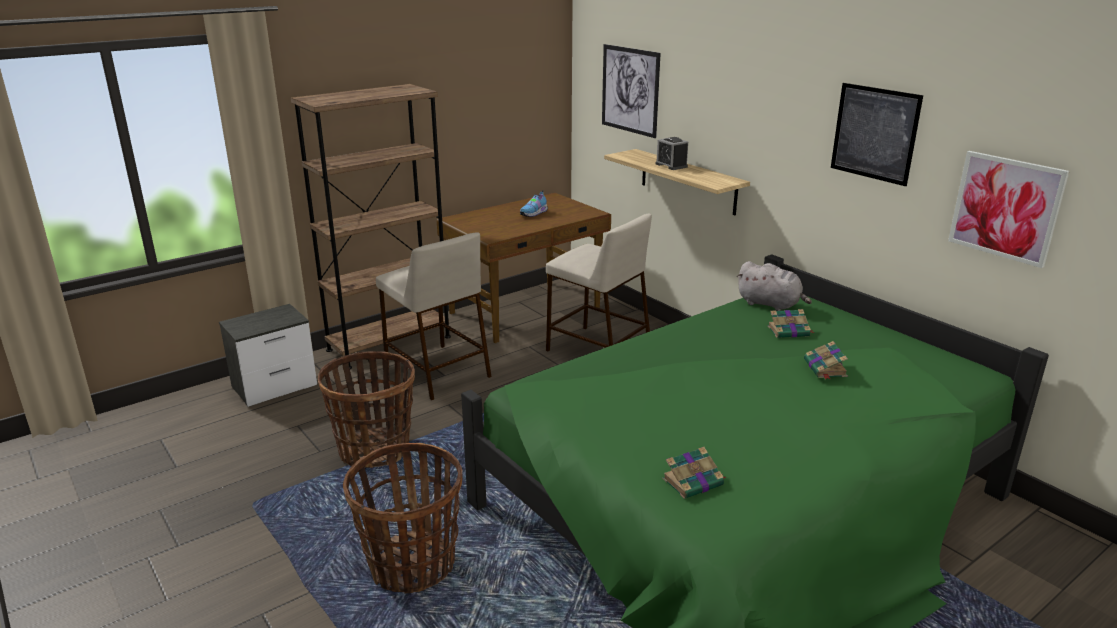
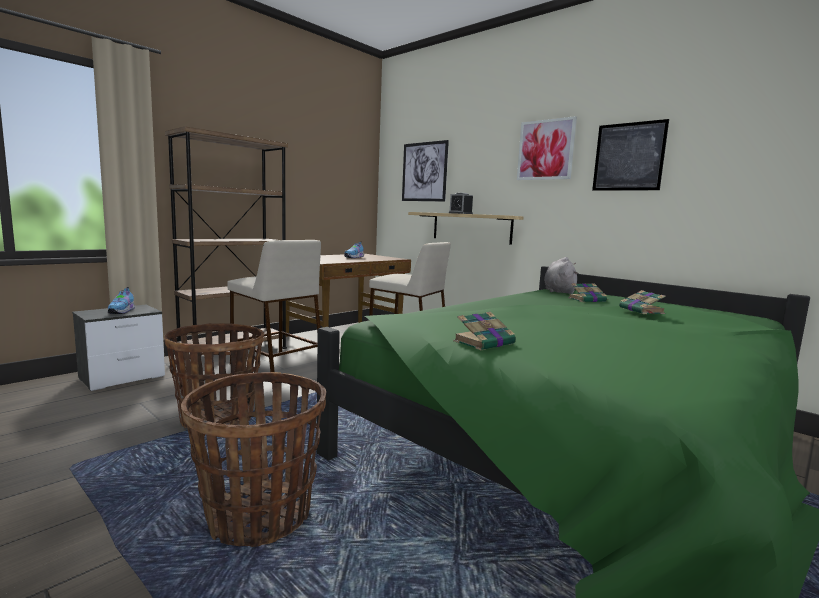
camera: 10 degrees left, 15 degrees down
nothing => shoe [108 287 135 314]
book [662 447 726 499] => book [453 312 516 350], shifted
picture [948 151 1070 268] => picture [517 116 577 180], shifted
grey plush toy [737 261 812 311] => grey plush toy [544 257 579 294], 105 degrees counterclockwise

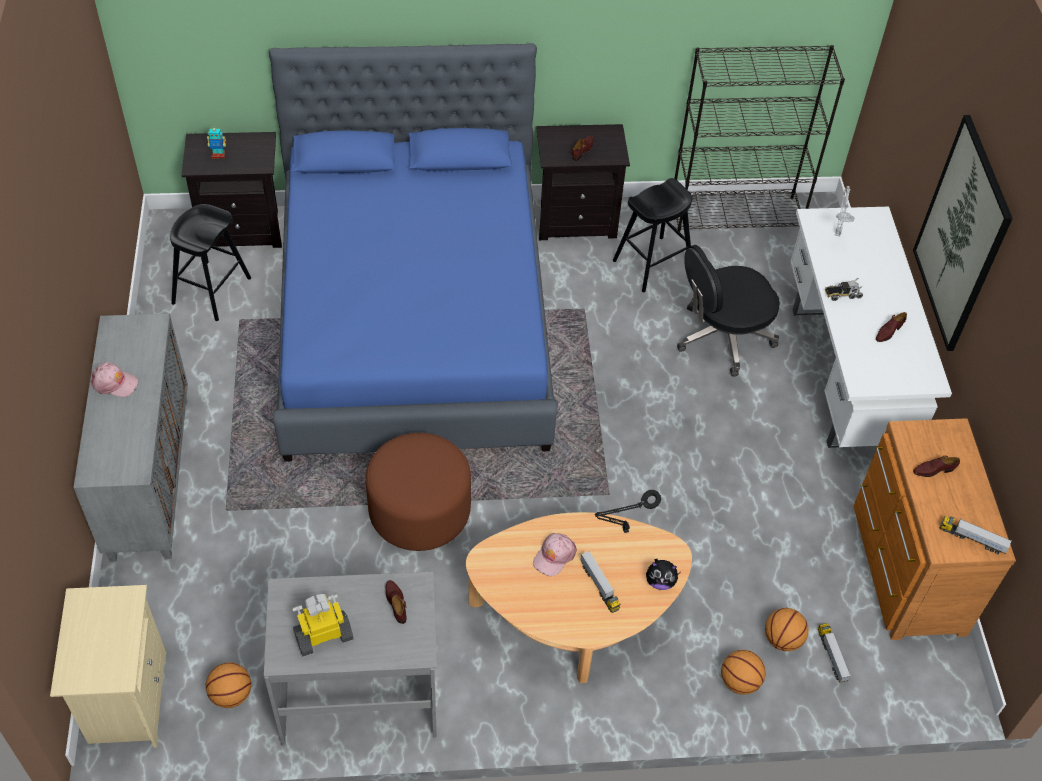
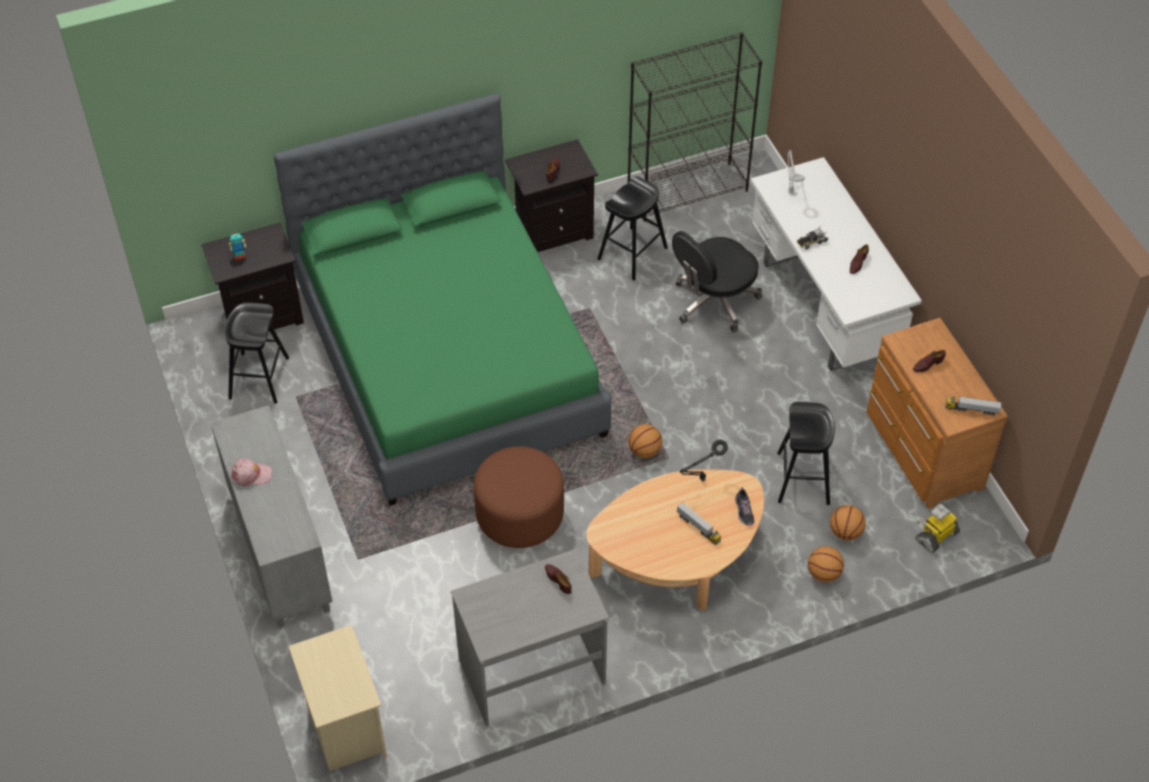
camera: 15 degrees left, 0 degrees up
blue bed [269 43 558 462] => green bed [274 93 612 506]
basketball [206 662 251 708] => basketball [628 424 662 458], shifted
plush toy [646 558 680 590] => shoe [735 487 754 526]
nothing => black stool [777 402 835 505]
toy robot [292 593 354 656] => toy robot [916 504 960 553], shifted
pink cap [533 533 577 576] => nothing
toy truck [818 623 851 682] => nothing
picture [913 115 1013 351] => nothing

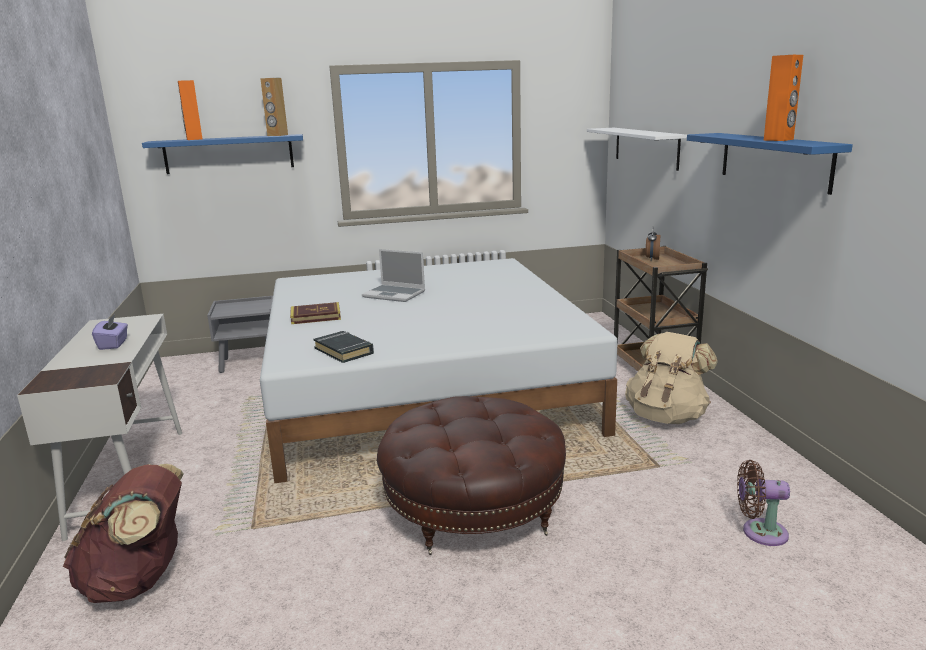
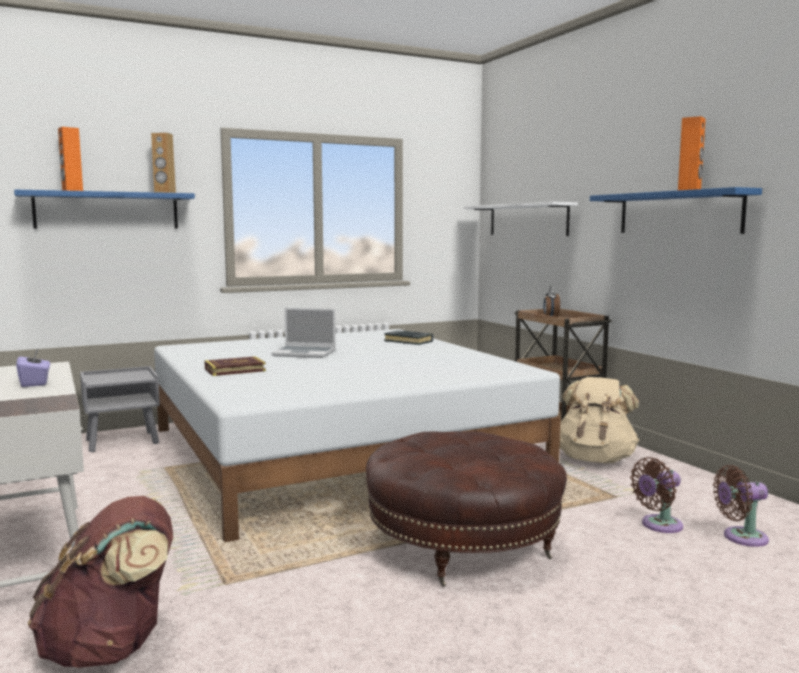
camera: 15 degrees left, 10 degrees down
black book [314 331 374 363] => black book [384 330 433 345], shifted
nothing => brown fan [630 457 683 533]

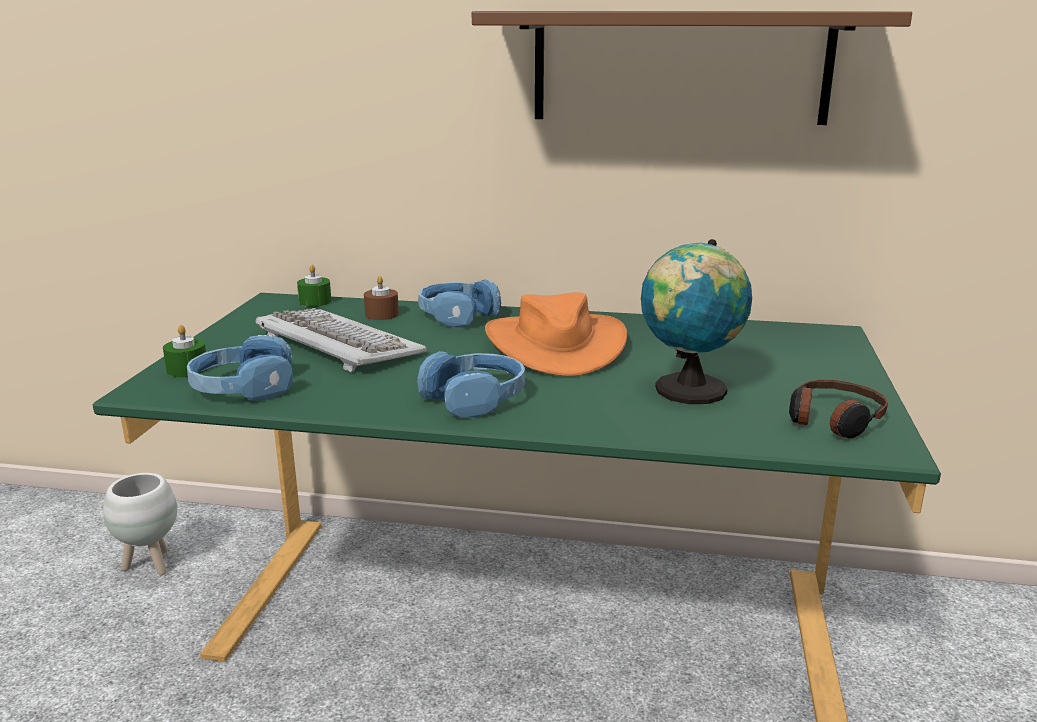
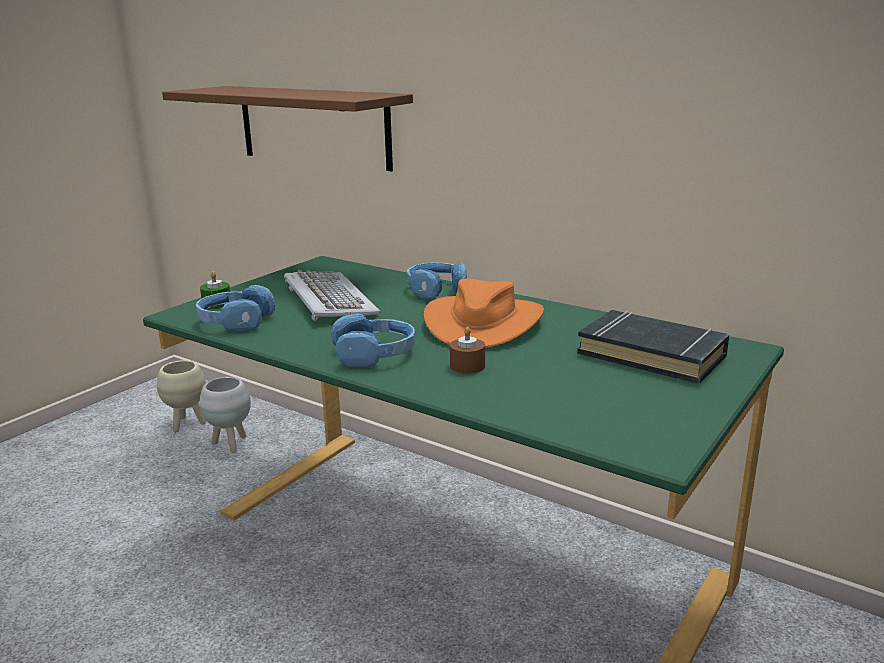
camera: 25 degrees right, 0 degrees up
nothing => beige planter [157 360 206 432]
brown shelf [472 11 912 125] => brown shelf [162 86 413 171], shifted
brown candle [364 276 399 320] => brown candle [450 327 485 374], shifted
nothing => black book [577 310 730 384]
green candle [297 265 332 307] => nothing
globe [641 239 752 404] => nothing
headphones [789 379 888 438] => nothing

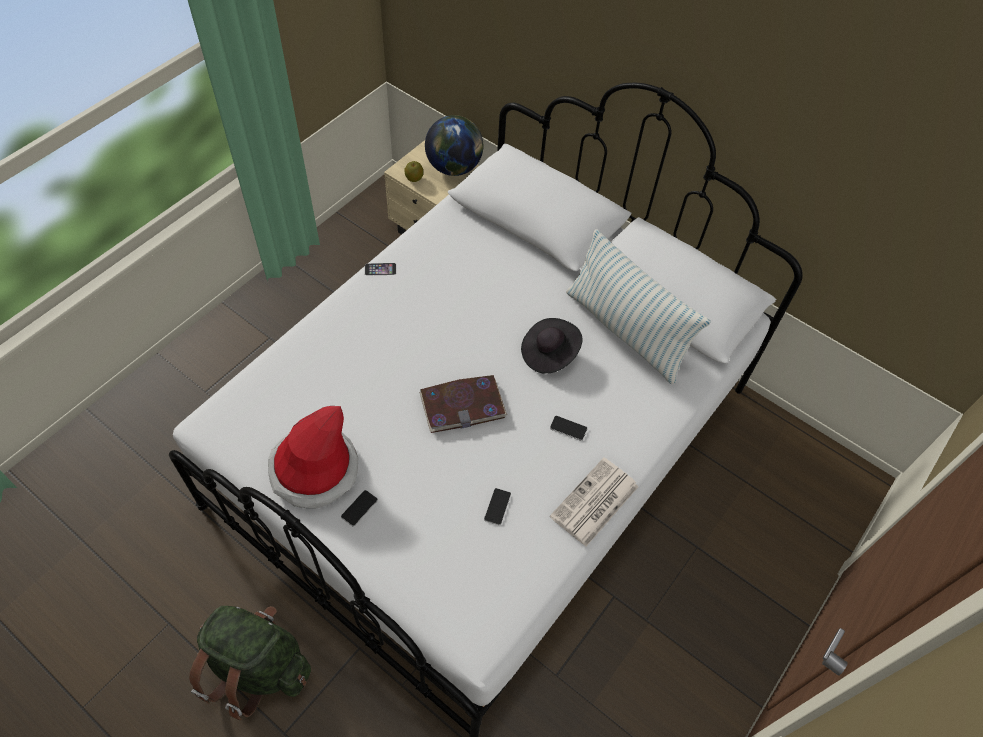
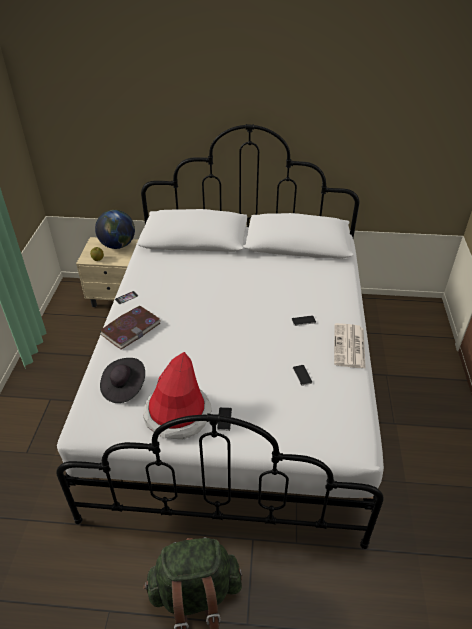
camera: 30 degrees left, 15 degrees down
book [419 375 507 433] => book [100 306 161 350], shifted
black hat [521 318 583 374] => black hat [100 358 145 403], shifted
pillow [566 229 711 384] => nothing

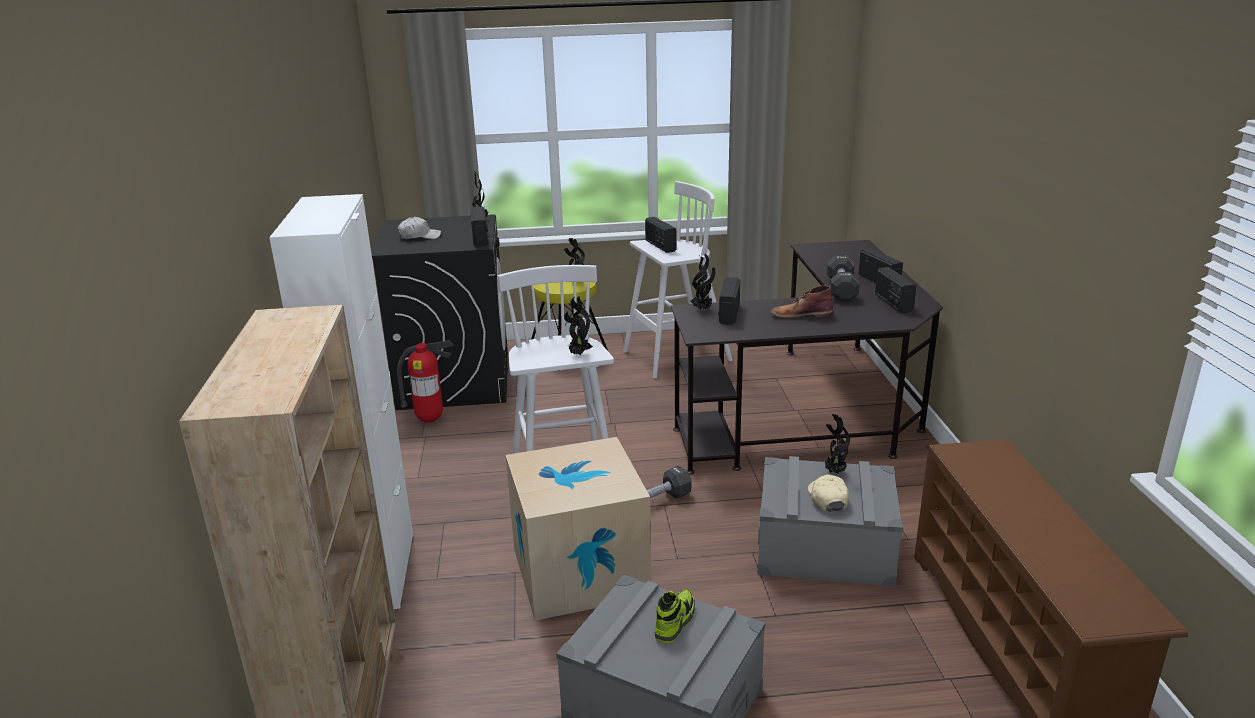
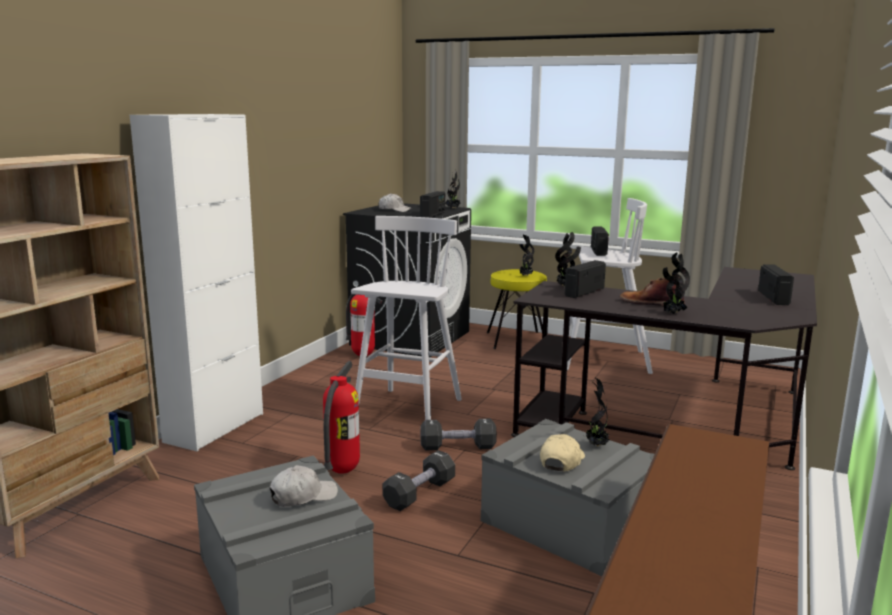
camera: 30 degrees right, 10 degrees down
shoe [655 589 695 643] => white cap [269 465 338 507]
cardboard box [506 437 652 621] => fire extinguisher [323 360 360 474]
black dumbbell [827 255 859 302] => black dumbbell [383 450 455 511], shifted
potted plant [564 297 593 355] => potted plant [663 252 690 314], shifted
radio [875 267 916 313] => nothing

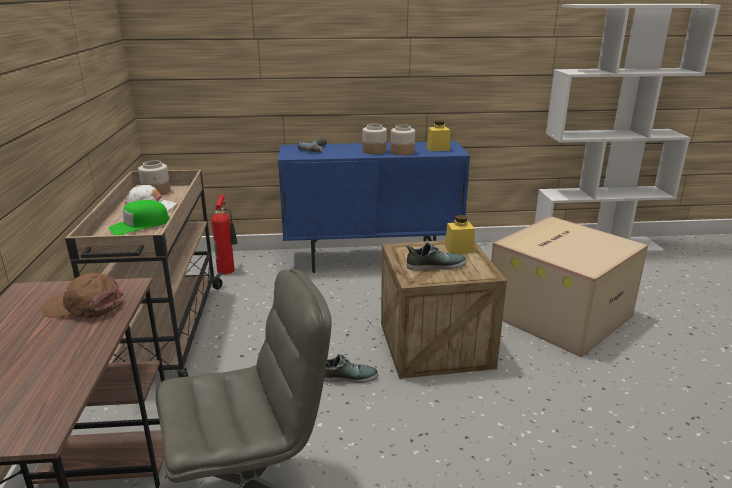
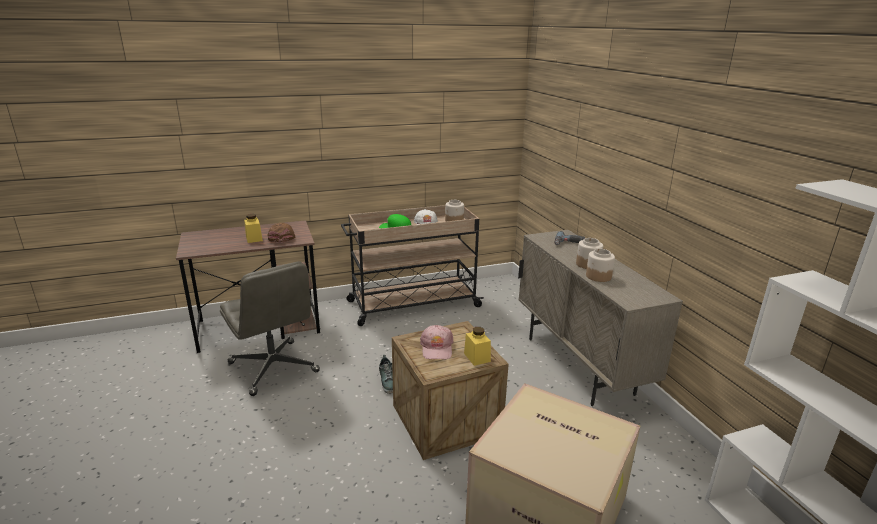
camera: 75 degrees right, 0 degrees up
yellow jar [427 120 450 151] => yellow jar [244 214 263 243], shifted
shoe [406 243 466 271] => pink cap [420 325 453 359]
blue cabinet [278 141 470 273] => beige cabinet [518 230 683 406]
fire extinguisher [211 195 237 275] => nothing

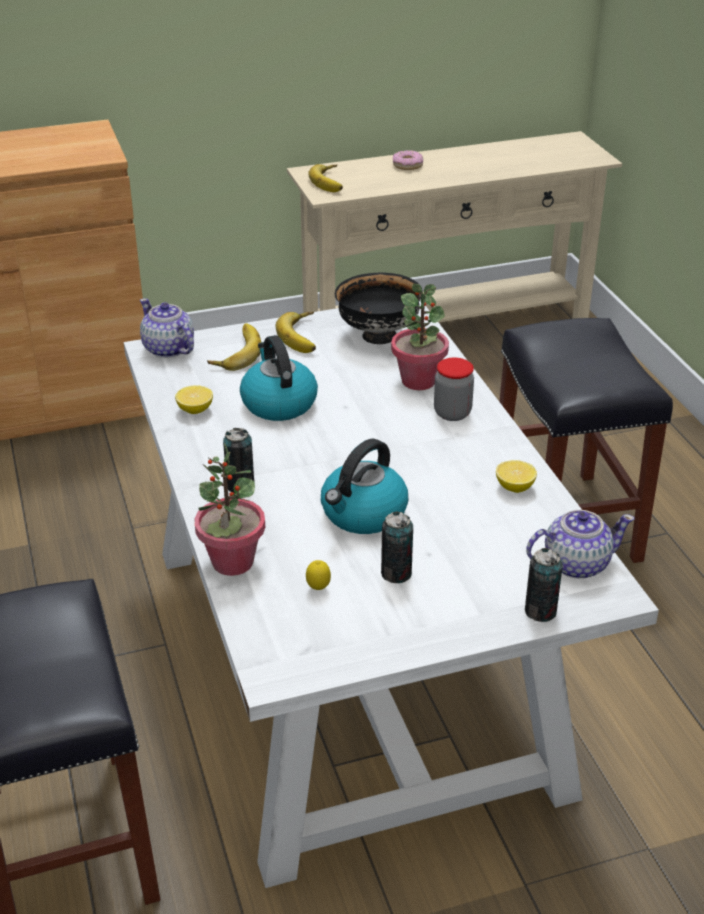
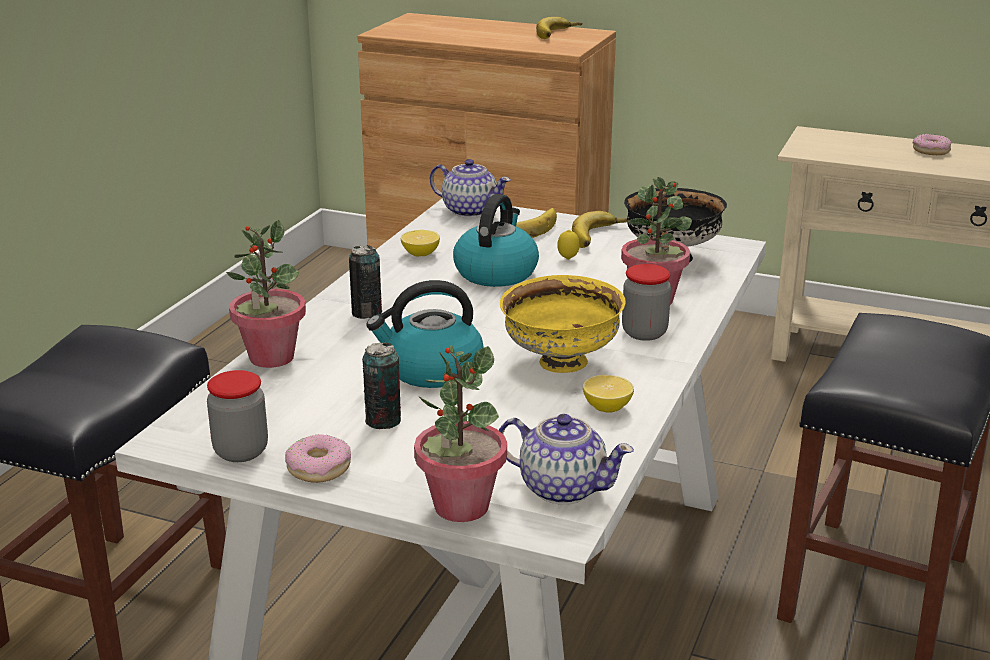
camera: 40 degrees right, 10 degrees down
nothing => jar [207 370 268 462]
nothing => donut [285 434 351 483]
can [525 548 563 622] => potted plant [414 345 507 522]
teapot [140 298 194 358] => teapot [430 159 511 218], 120 degrees clockwise
nothing => yellow bowl [500 275 626 373]
banana [308 164 343 192] => banana [536 17 582 39], shifted
lemon [306 560 331 590] => lemon [557 230 580 260], shifted

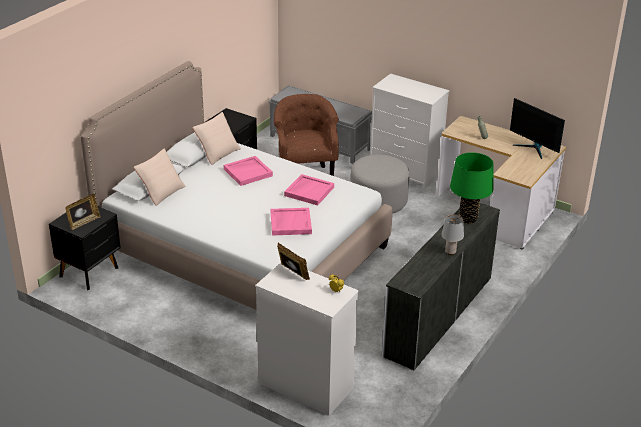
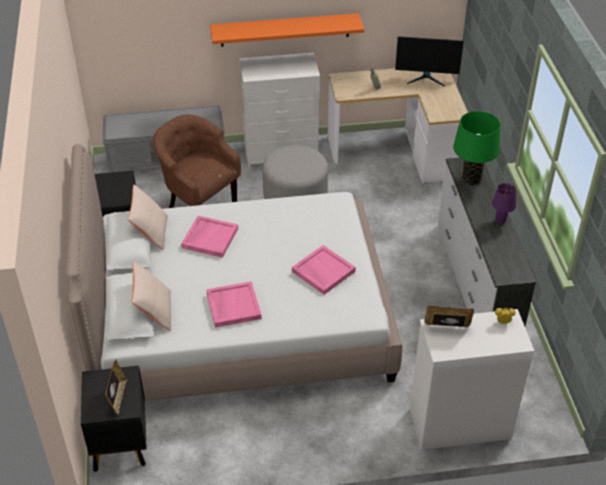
camera: 40 degrees left, 10 degrees up
pink tray [284 174 334 206] => pink tray [206 281 262 328], shifted
nothing => orange shelf [210 13 364 47]
grey table lamp [441 214 464 255] => purple table lamp [492 183 517 225]

